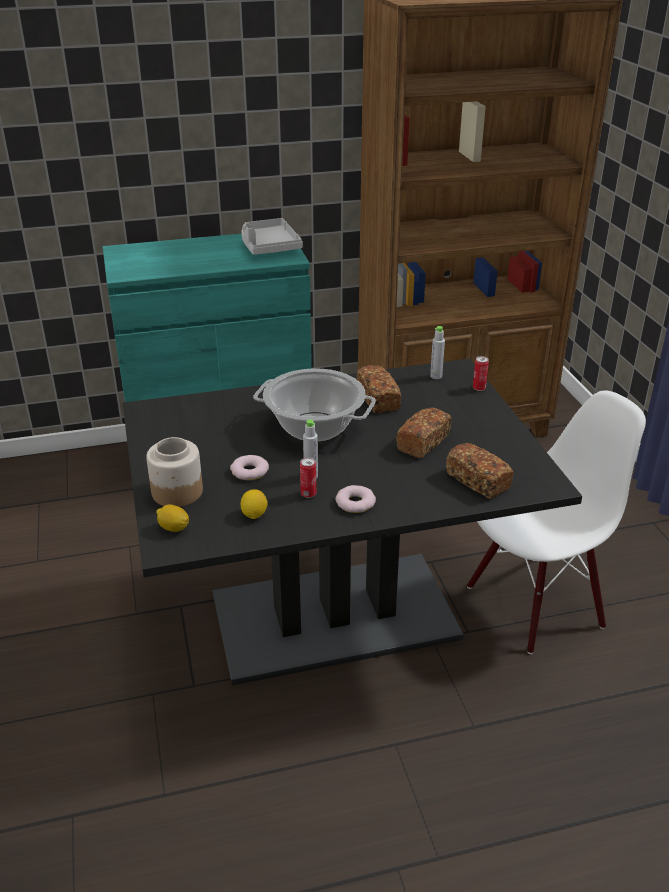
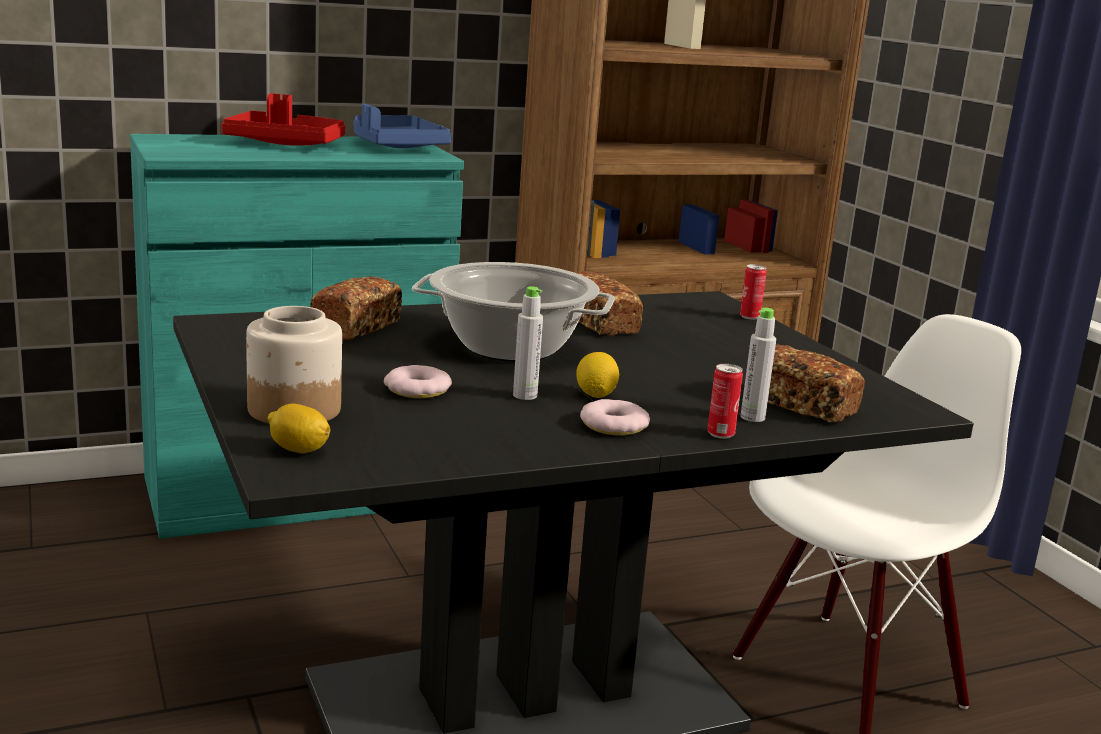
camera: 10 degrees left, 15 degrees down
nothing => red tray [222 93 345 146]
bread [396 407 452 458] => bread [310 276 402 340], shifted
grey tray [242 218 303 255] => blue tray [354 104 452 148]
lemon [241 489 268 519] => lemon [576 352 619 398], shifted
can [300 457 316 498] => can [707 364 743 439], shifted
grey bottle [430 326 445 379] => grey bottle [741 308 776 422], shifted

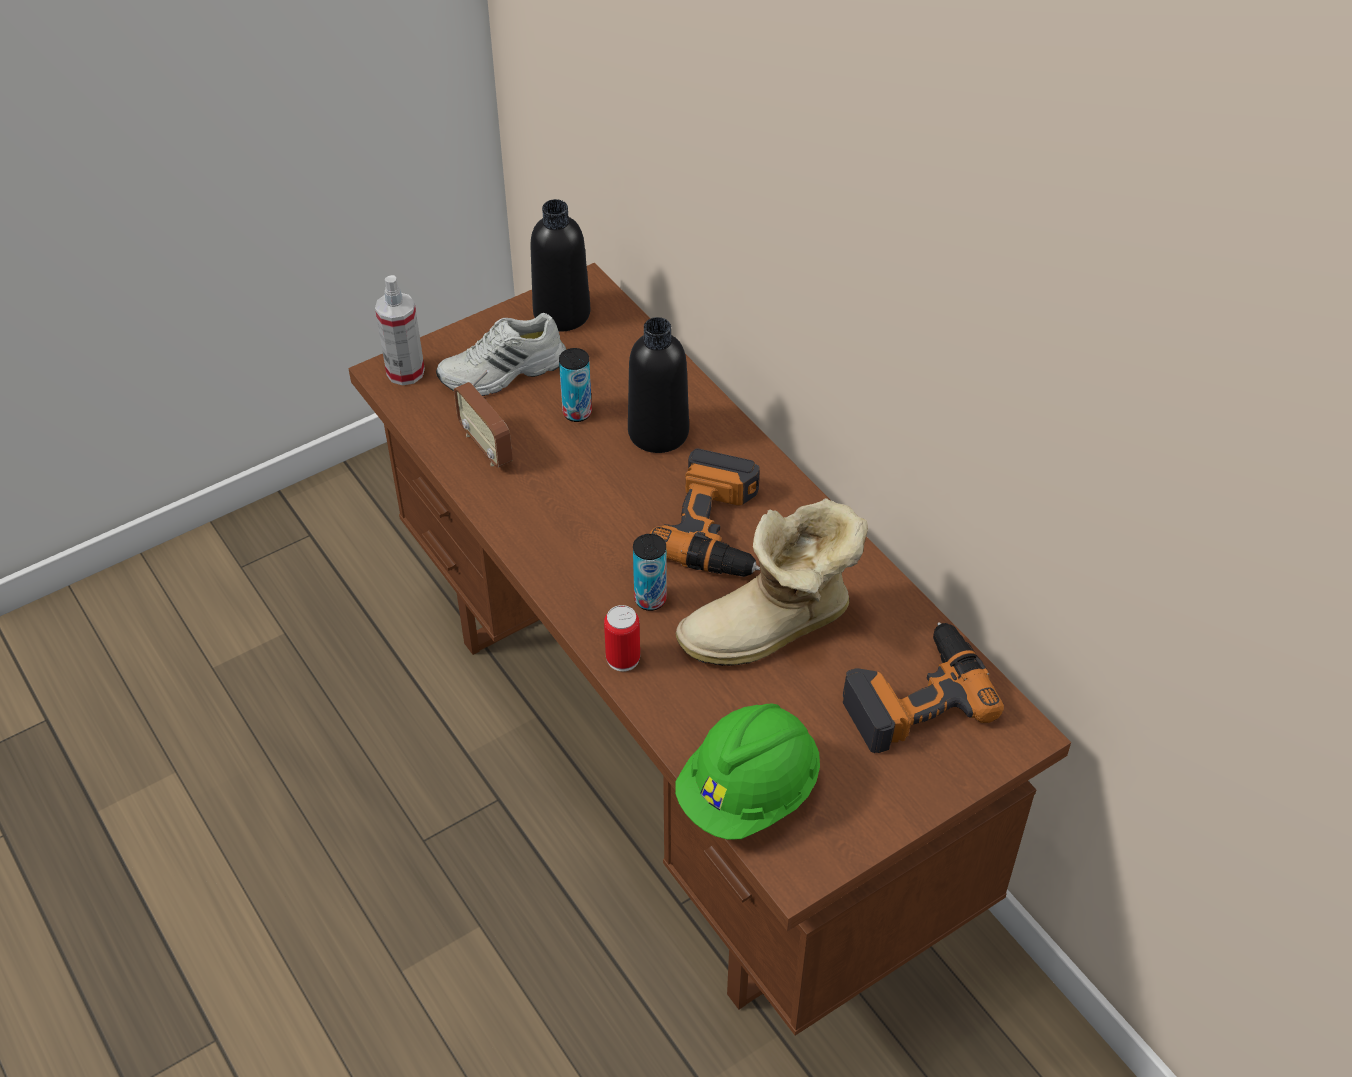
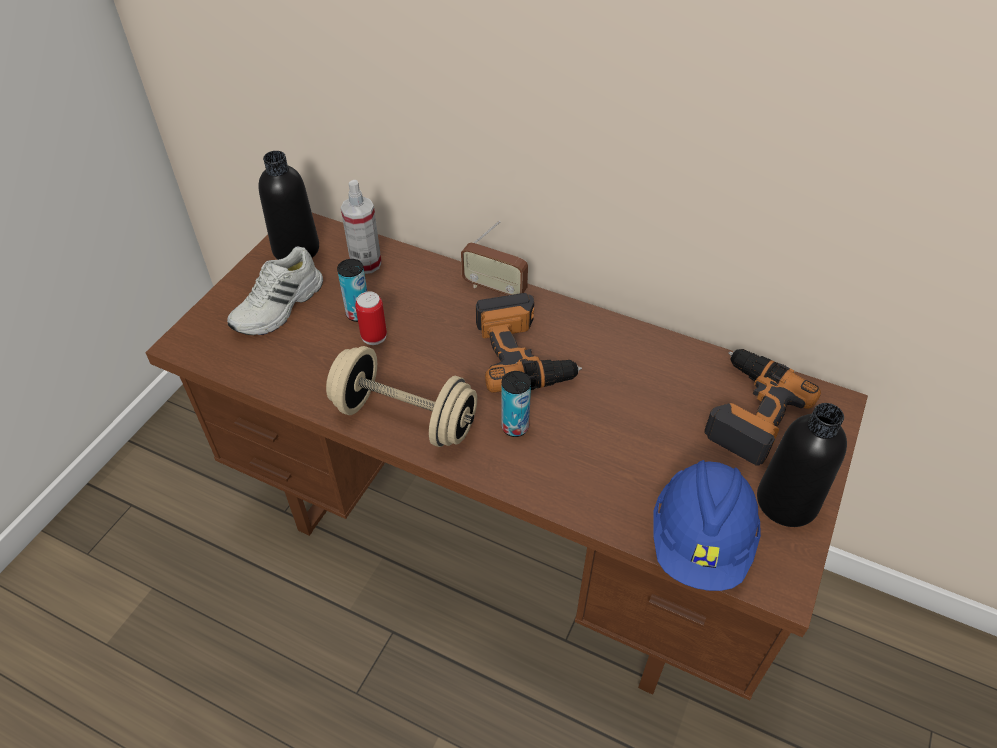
camera: 30 degrees left, 0 degrees up
nothing => beige dumbbell [326 346 477 447]
spray bottle [375 275 425 386] => spray bottle [341 180 382 274], shifted
can [604 605 640 672] => can [355 292 387 345], shifted
radio [454 370 513 468] => radio [461 221 528 295], shifted
green hard hat [675 704 820 840] => blue hard hat [653 460 761 591]
black bottle [628 317 689 453] => black bottle [757 403 847 527], shifted
boot [675 498 868 666] => nothing

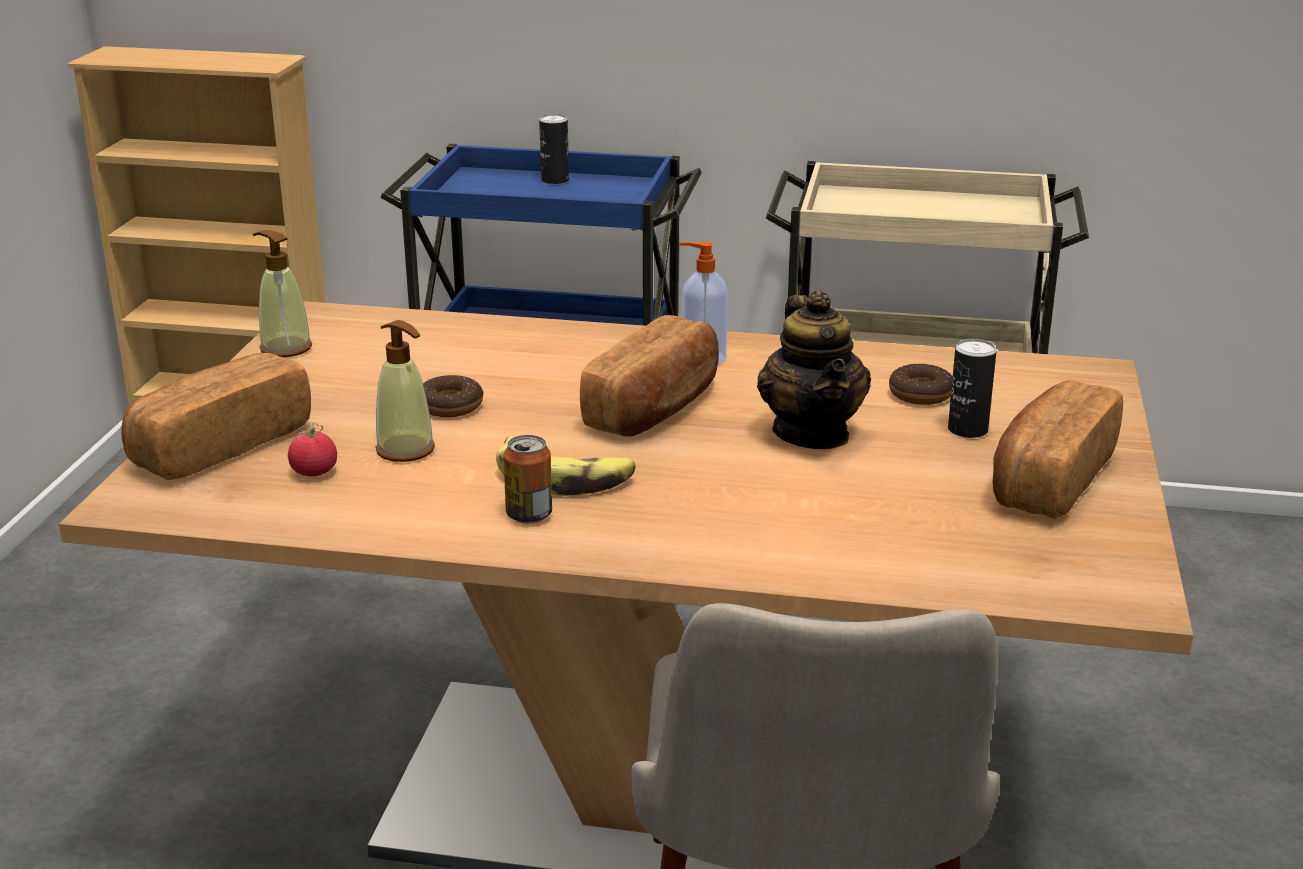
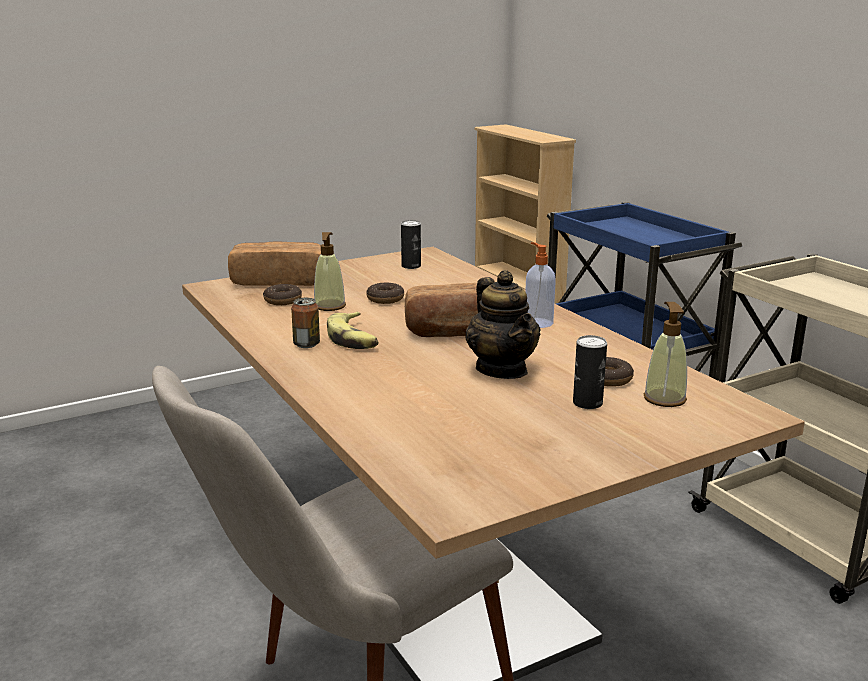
camera: 50 degrees right, 5 degrees down
tomato [288 423 337 476] => donut [263 284 302 305]
can [539 114 569 184] => can [401 220 421 269], shifted
teapot [757 290 871 449] => teapot [465 270 541 379], 60 degrees counterclockwise
soap dispenser [253 230 312 357] => soap dispenser [644 302 687 407], shifted
bread [993 380 1123 519] => nothing

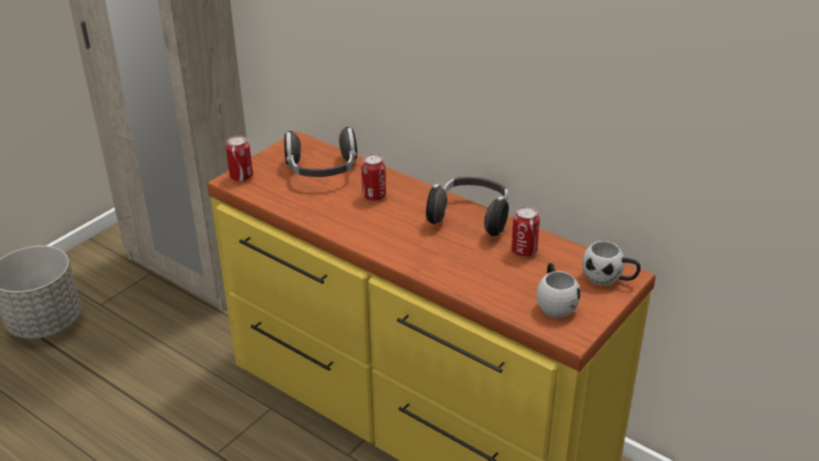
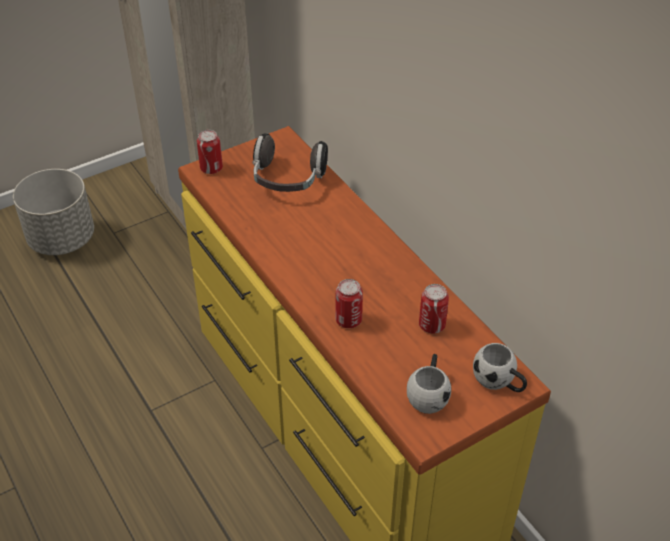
camera: 20 degrees right, 10 degrees up
can [361 154 386 201] => can [335 279 363 328], shifted
headphones [426 177 509 236] => nothing

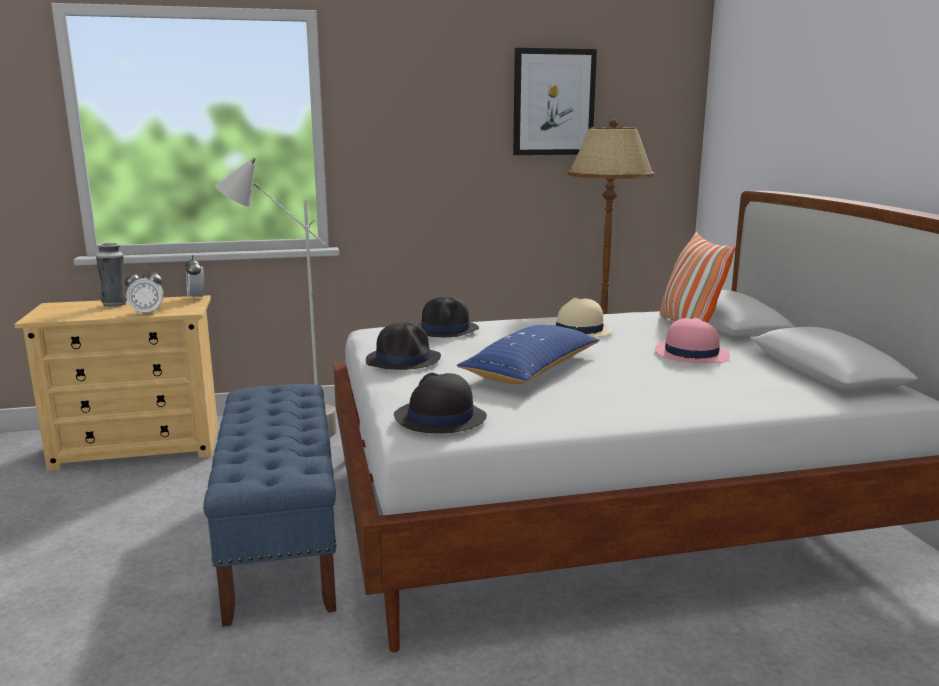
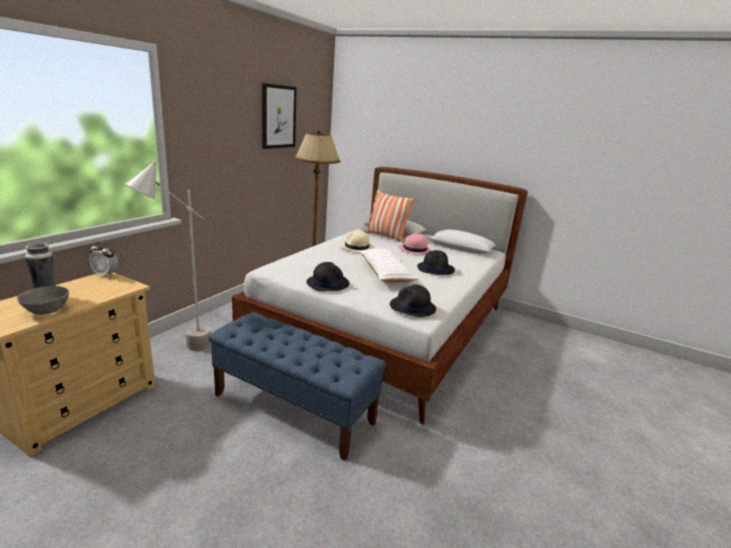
camera: 50 degrees left, 5 degrees up
nothing => grey bowl [17 286 69 315]
blue pillow [457 325 599 384] => white pillow [359 248 418 283]
black hat [418 296 479 337] => black hat [417 250 455 275], shifted
alarm clock [124 267 164 315] => nothing

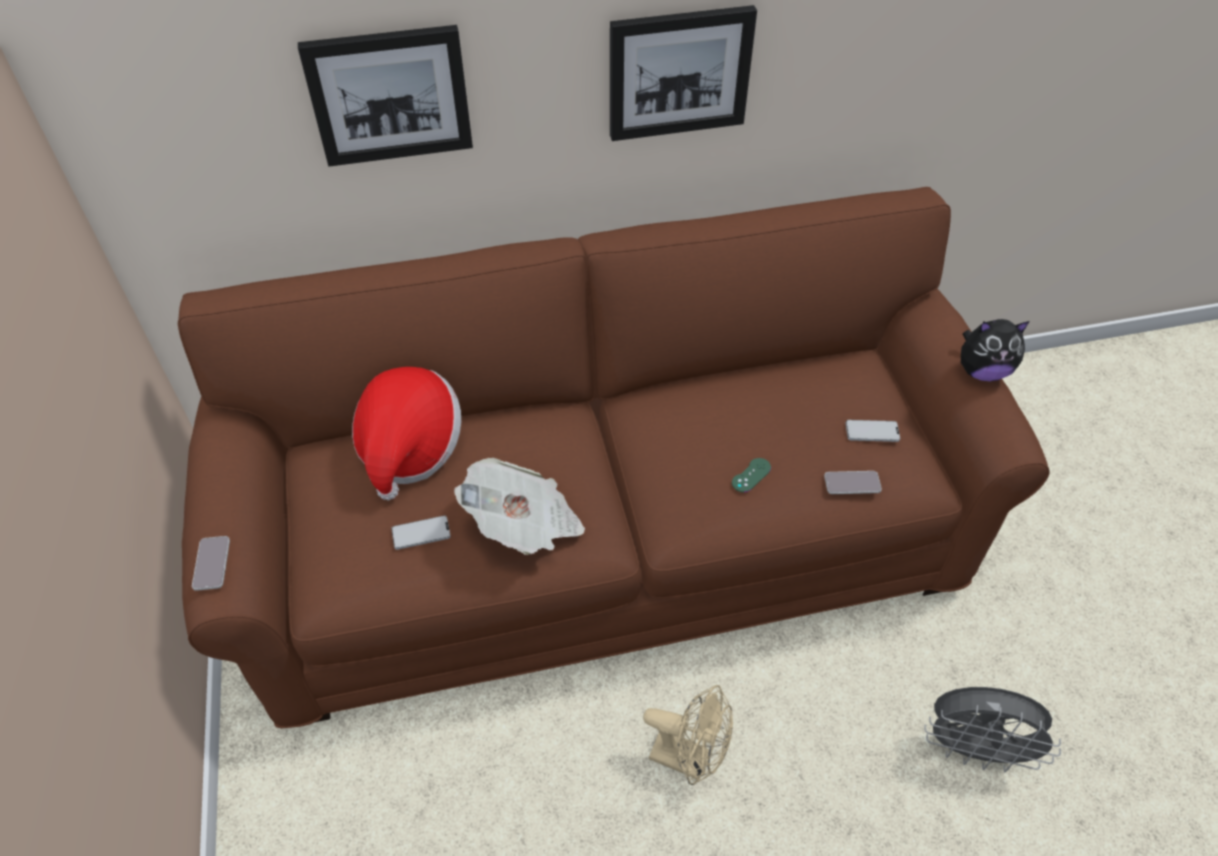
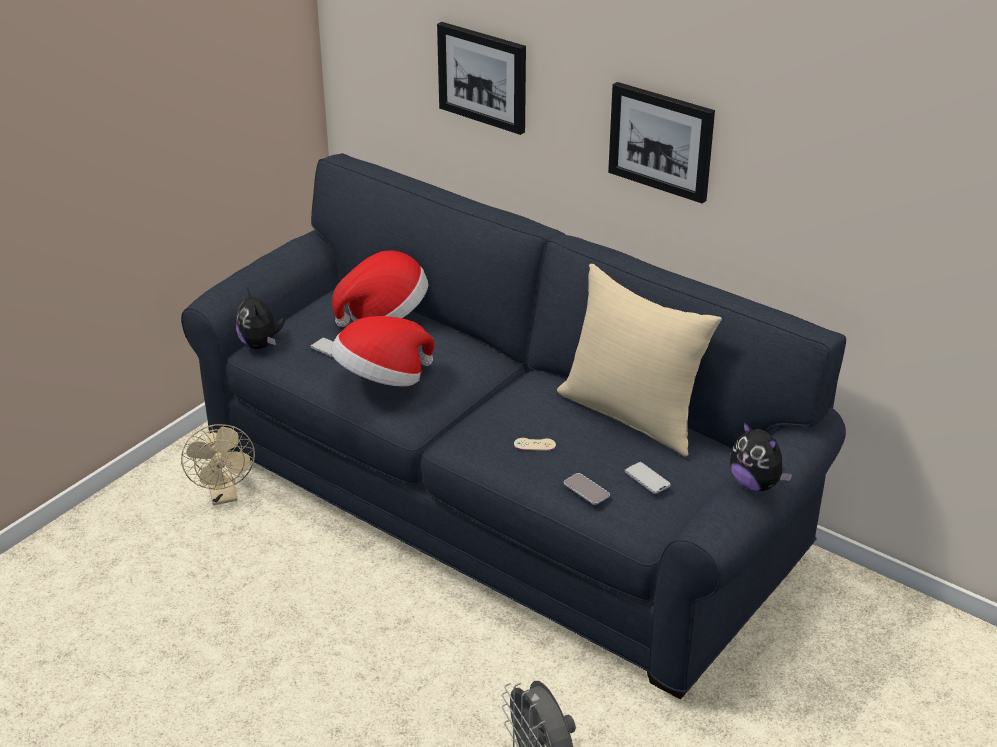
camera: 50 degrees right, 15 degrees down
brown sofa [178 187 1050 728] => blue sofa [181 153 846 699]
beige fan [643 685 733 785] => beige fan [181 424 255 505], shifted
nothing => plush toy [236 288 285 349]
newspaper [454 458 585 555] => hat [331 316 434 387]
green game controller [732 458 771 492] => beige game controller [514 438 556 451]
nothing => beige pillow [557 264 722 457]
phone [192 536 230 591] => nothing

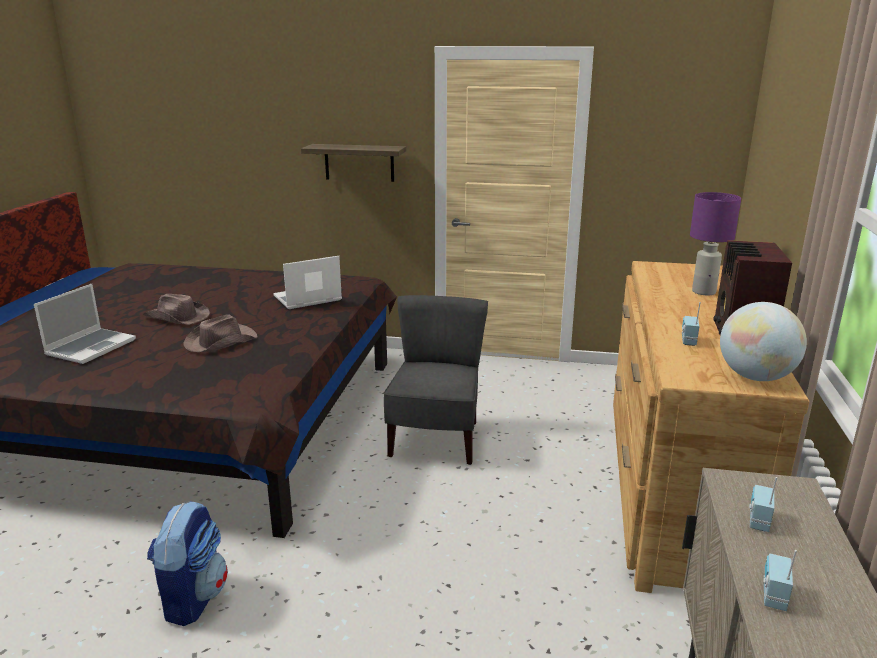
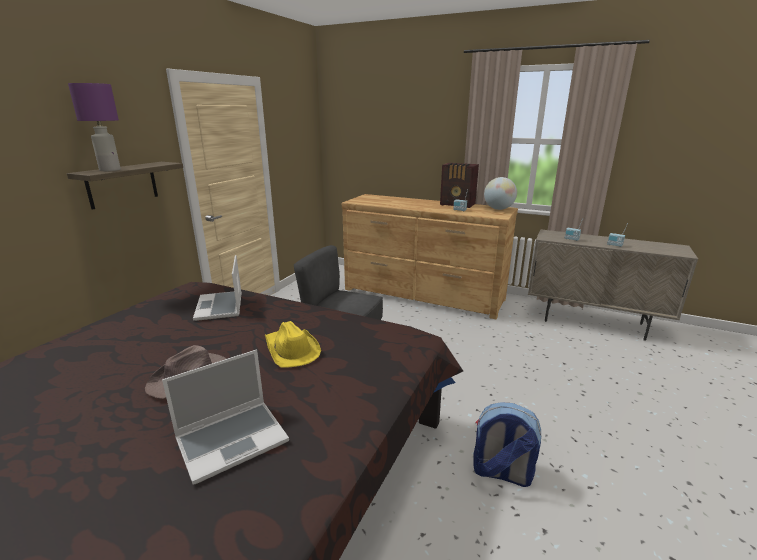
camera: 75 degrees left, 0 degrees up
purple table lamp [690 192 741 295] => purple table lamp [68 83 121 171], shifted
laptop [34 284 136 364] => laptop [162 349 289 485], 105 degrees clockwise
brown hat [183 314 257 352] => yellow hat [265 321 321 367]

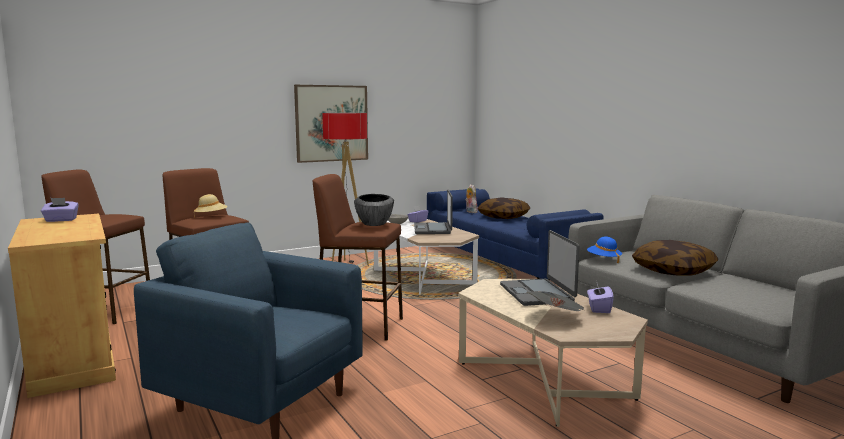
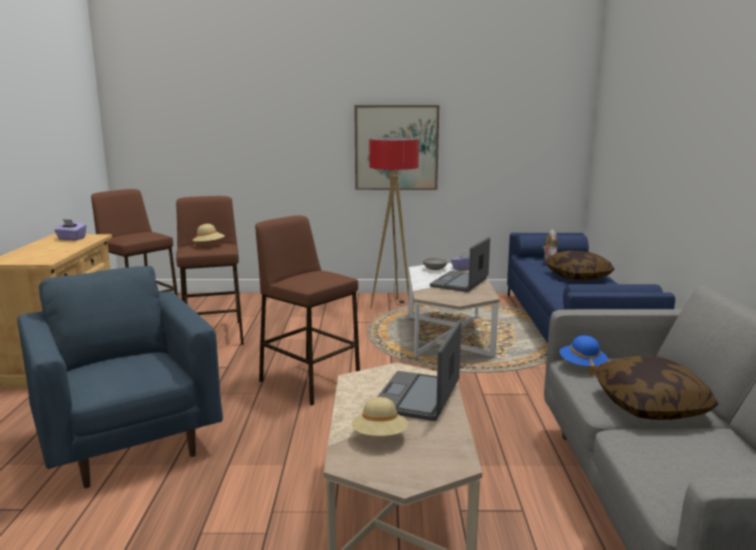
camera: 30 degrees right, 5 degrees up
newspaper [527 291 584 311] => beige hat [352 397 408 436]
bowl [354 194 394 226] => nothing
purple tissue box [587 280 614 313] => nothing

